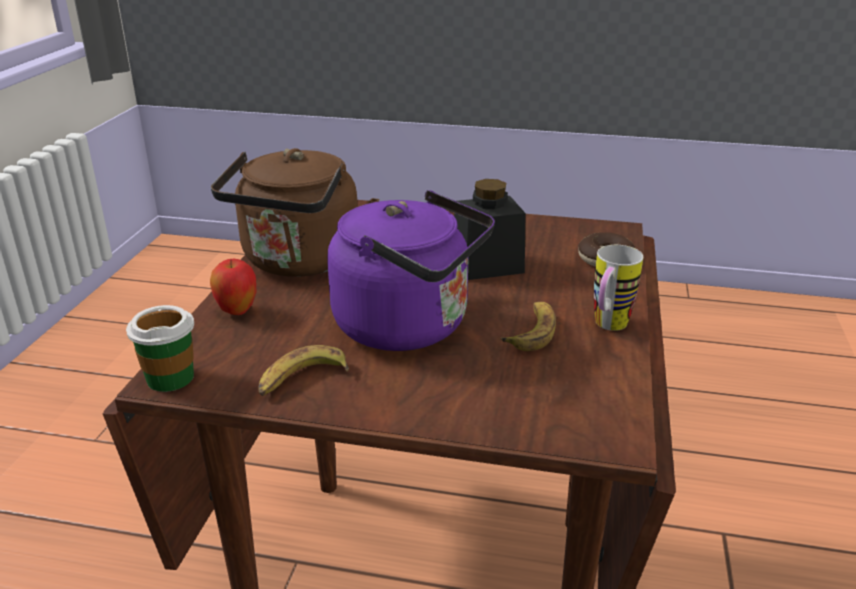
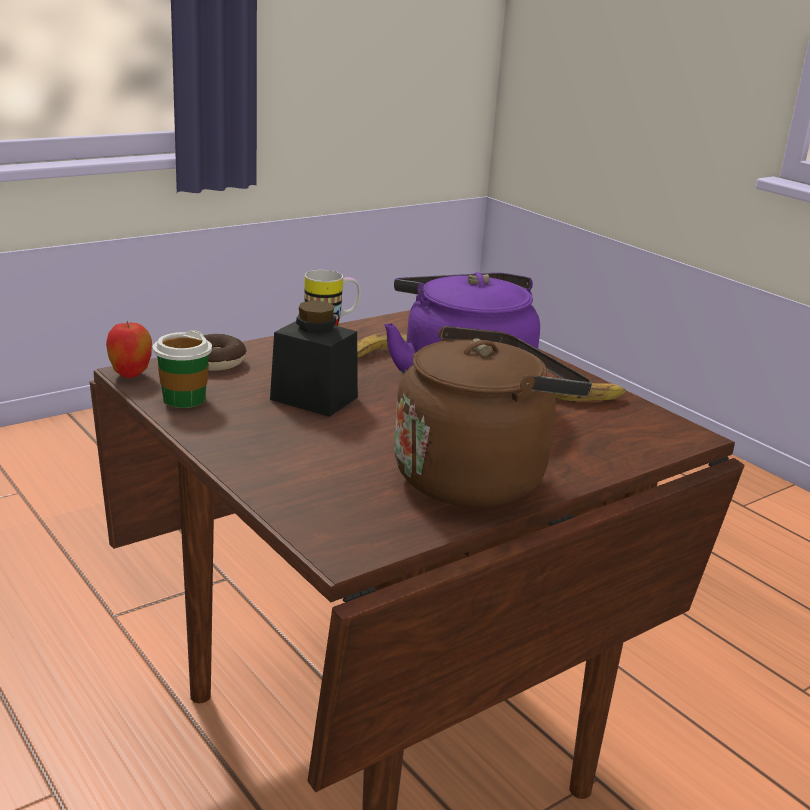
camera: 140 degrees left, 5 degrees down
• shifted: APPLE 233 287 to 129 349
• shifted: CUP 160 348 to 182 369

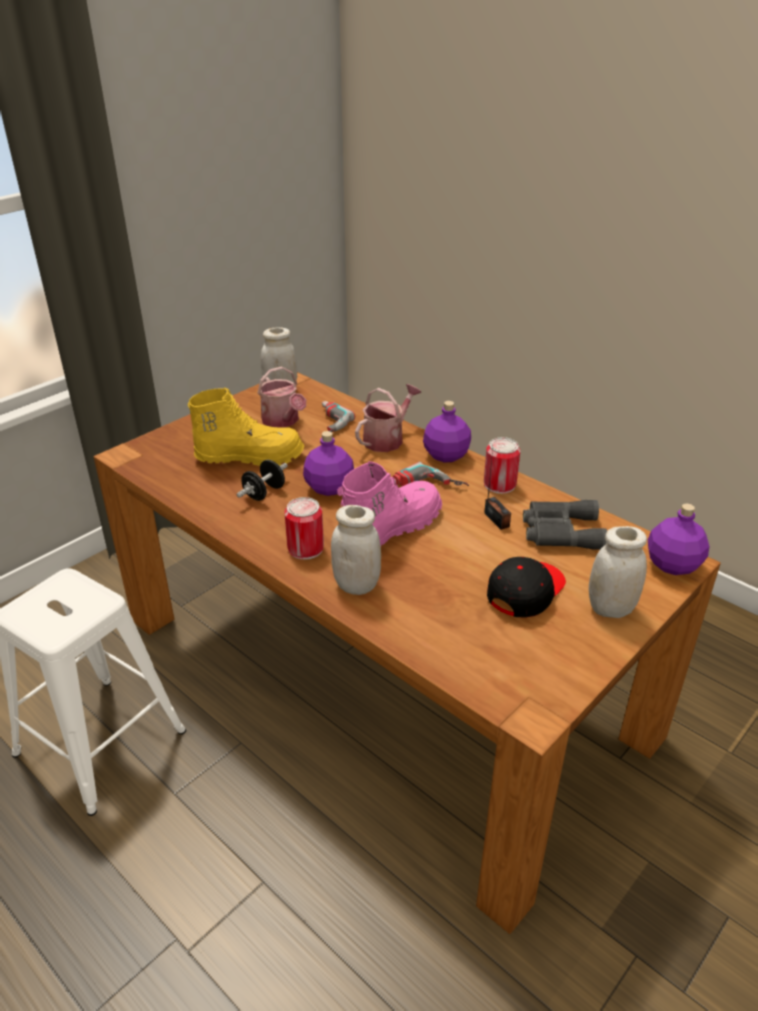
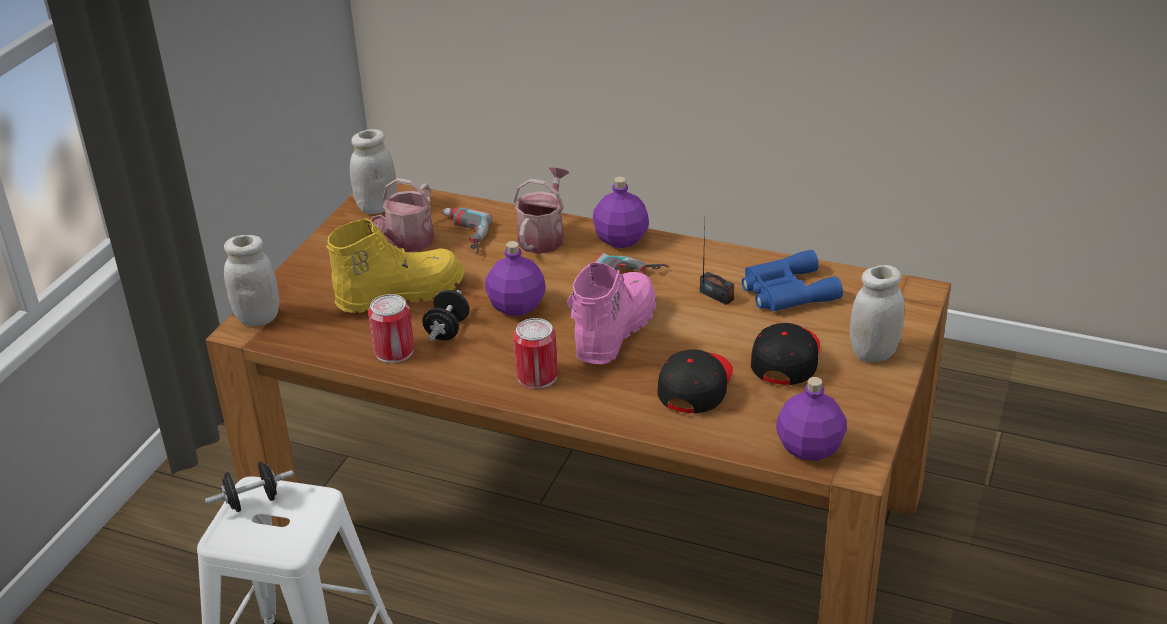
camera: 20 degrees left, 0 degrees up
• rotated: WATERING CAN 282 397 = 402 215 75 degrees clockwise
• shifted: CAN 502 465 to 391 328
• repainted: GREY BINOCULARS 565 525 to BLUE BINOCULARS 792 281
• shifted: PURPLE BOTTLE 678 539 to 811 419
• shifted: WHITE JAR 356 550 to 251 280
• new: BLACK CAP 695 381
• new: BLACK DUMBBELL 249 486

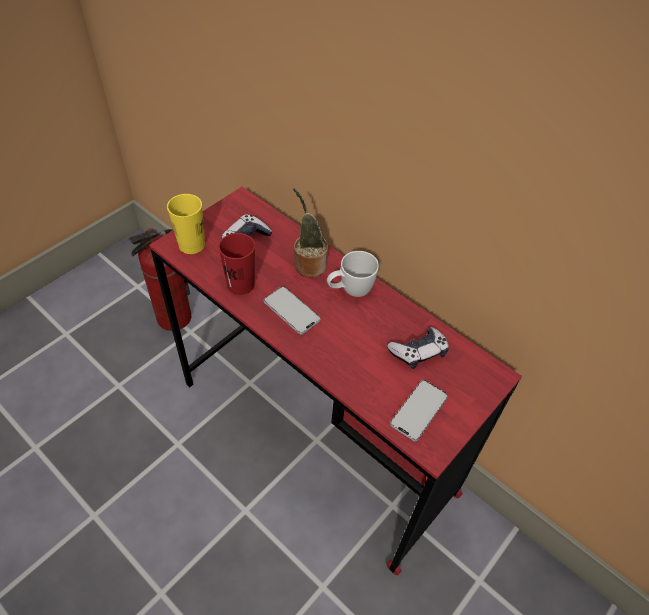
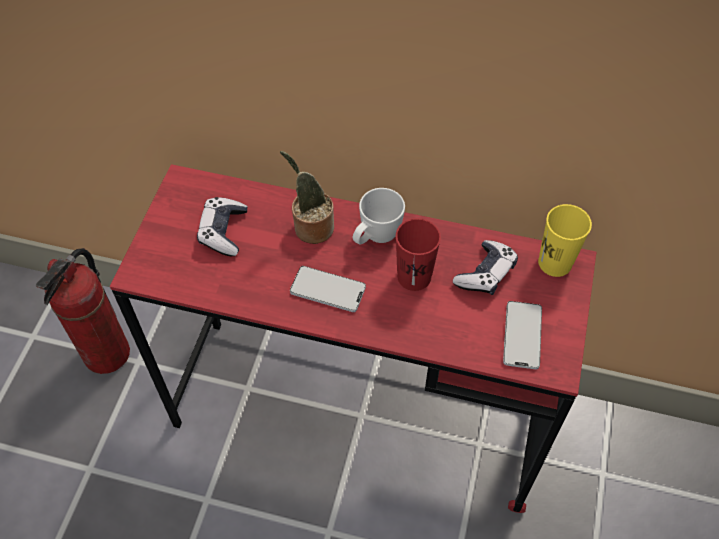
camera: 25 degrees left, 5 degrees up
• shifted: YELLOW CUP 186 224 to 565 240
• shifted: RED CUP 236 264 to 418 254

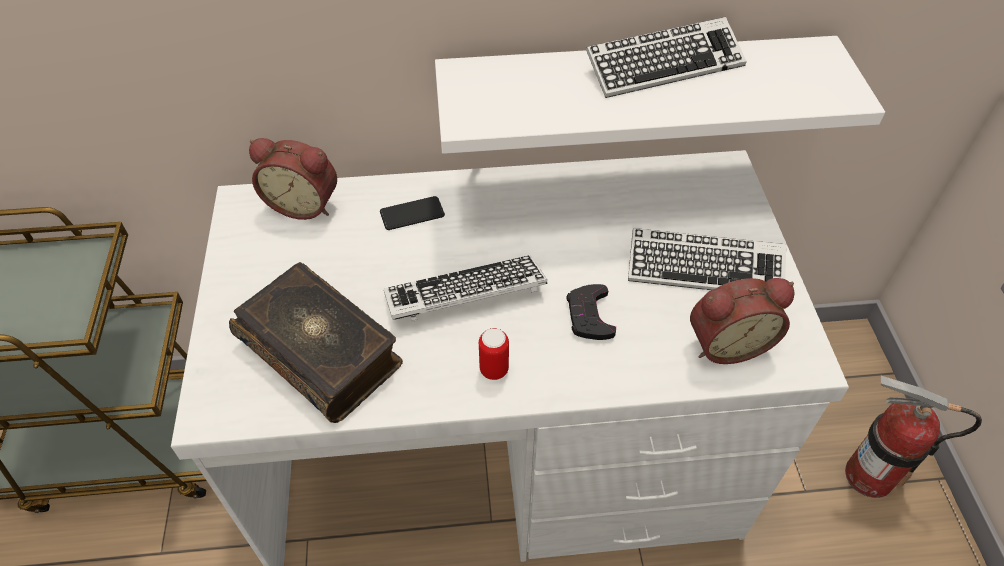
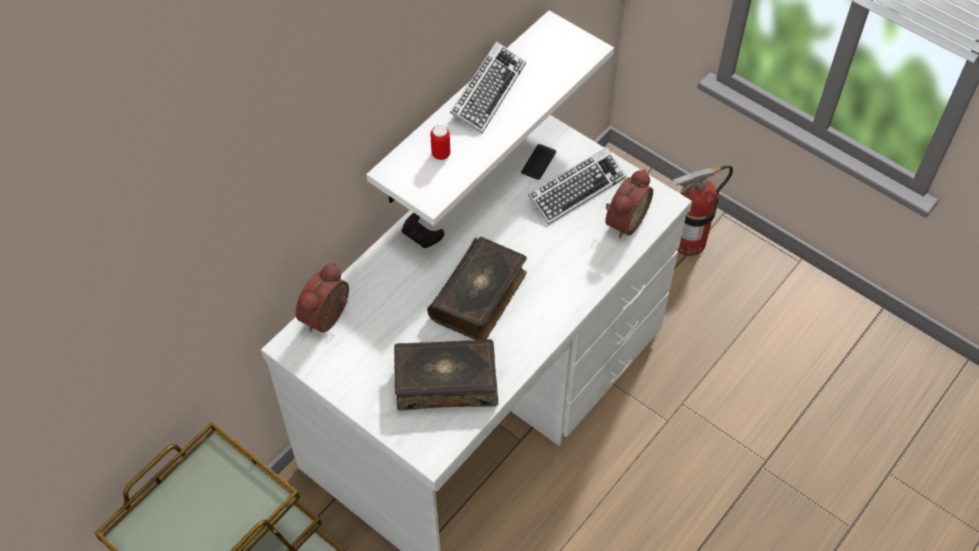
camera: 45 degrees left, 5 degrees up
• rotated: ALARM CLOCK 293 179 = 322 297 150 degrees clockwise
• shifted: PHONE 412 213 to 538 162
• swapped: KEYBOARD 466 288 to BOOK 477 288
• shifted: BLACK GAME CONTROLLER 591 312 to 423 230
• shifted: CAN 494 354 to 440 142

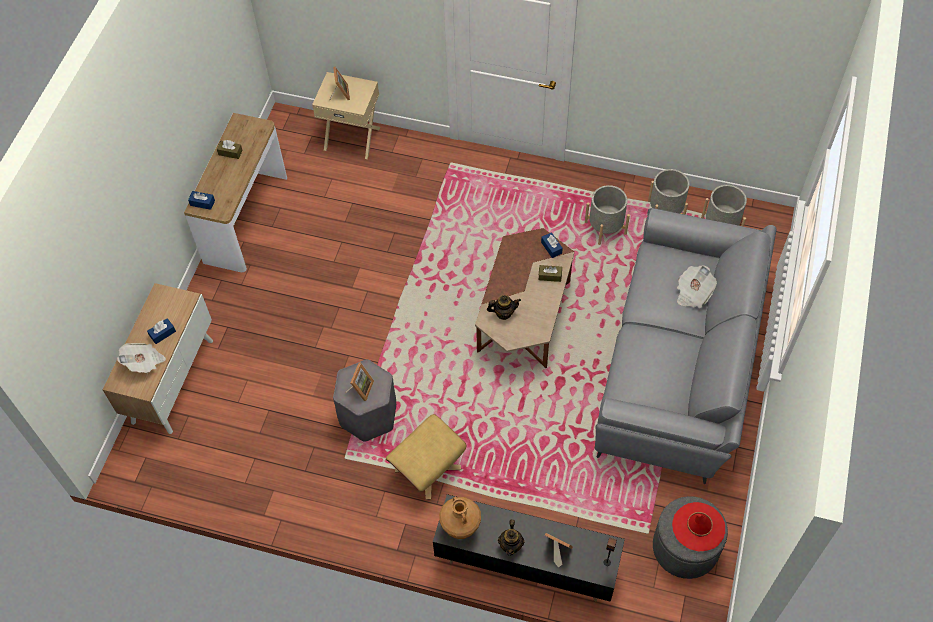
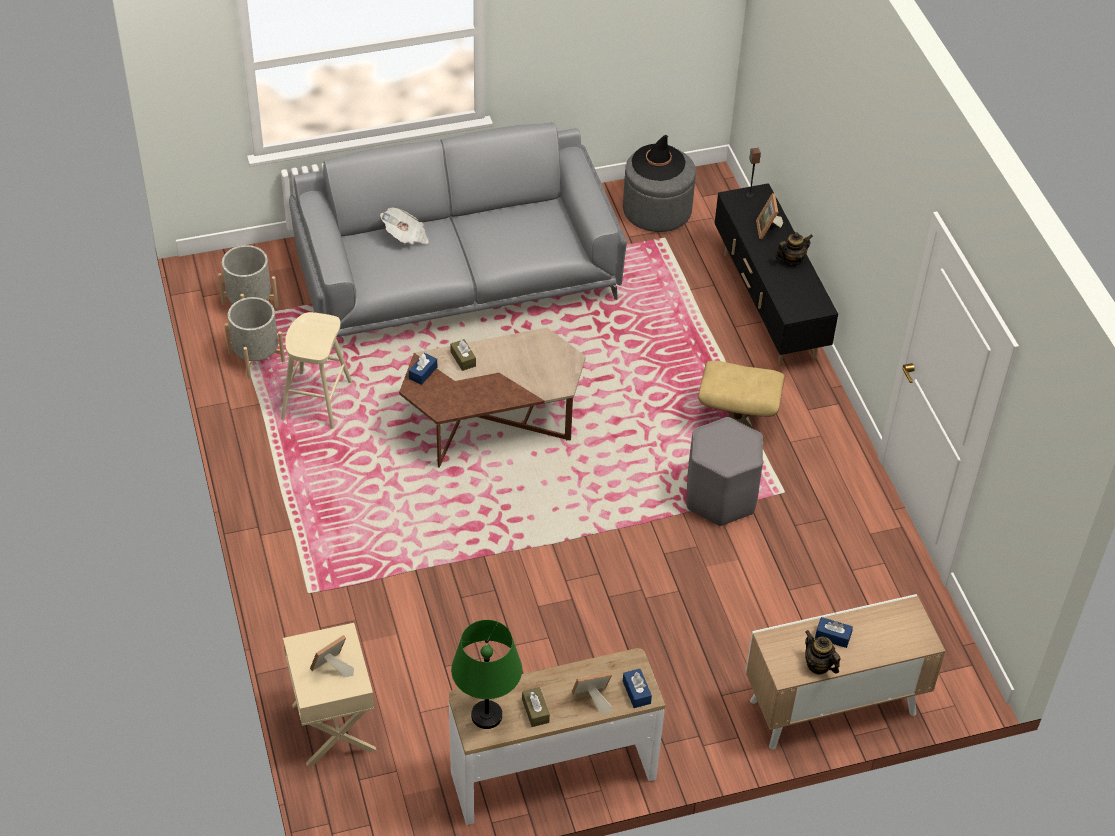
camera: 125 degrees left, 10 degrees down
• swapped: GREY PLANTER 607 215 to BEIGE STOOL 316 370
• shifted: TEAPOT 504 307 to 822 652
• gone: NEWSPAPER 141 358
• shifted: PICTURE FRAME 359 382 to 592 693
• gone: BROWN VASE 460 518
• repainted: RED HAT 698 526 to BLACK HAT 658 158
• new: GREEN TABLE LAMP 486 674

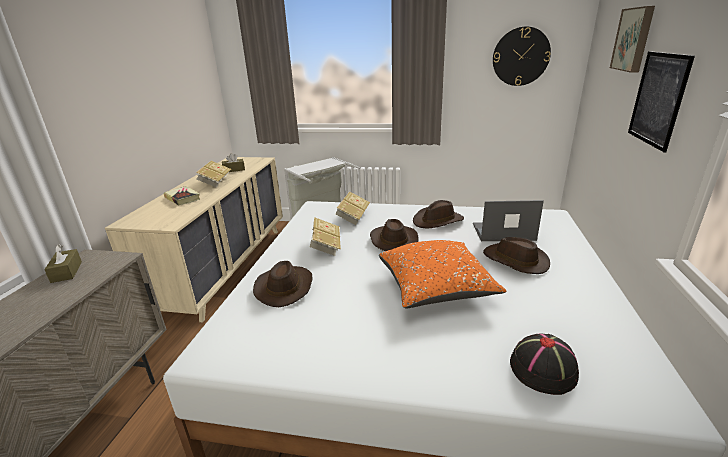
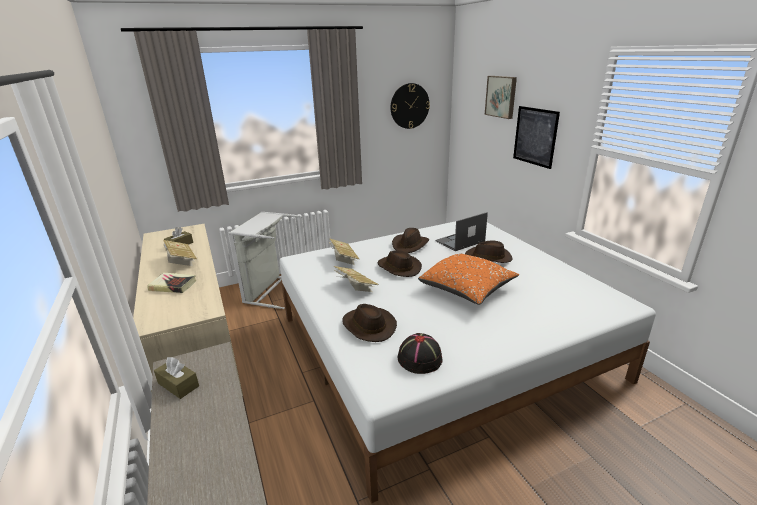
camera: 35 degrees left, 0 degrees up
• shifted: BLACK HAT 544 364 to 420 353

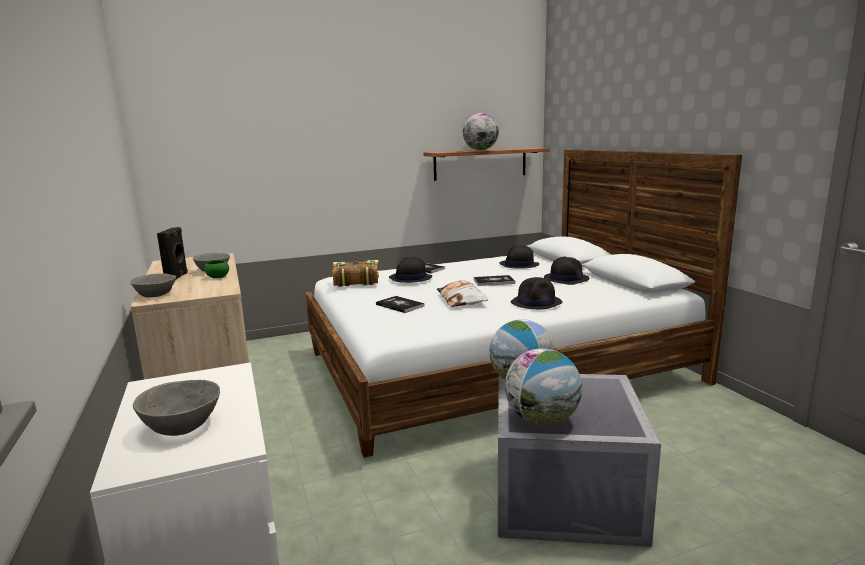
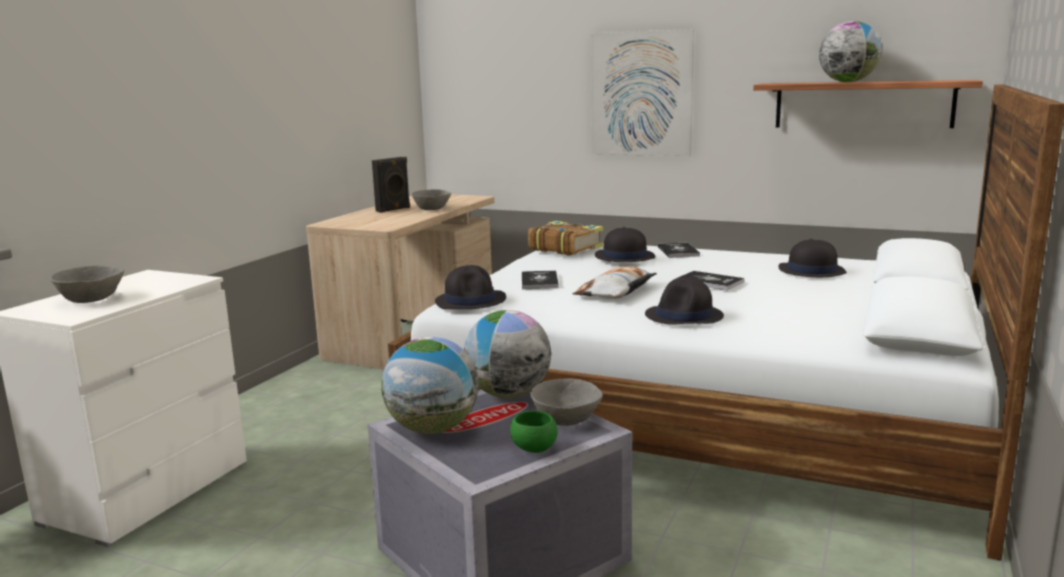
camera: 45 degrees right, 0 degrees up
• shifted: BLACK HAT 566 271 to 470 287
• shifted: GREEN BOWL 216 269 to 534 432
• shifted: GREY BOWL 153 286 to 567 402
• new: PICTURE 642 92

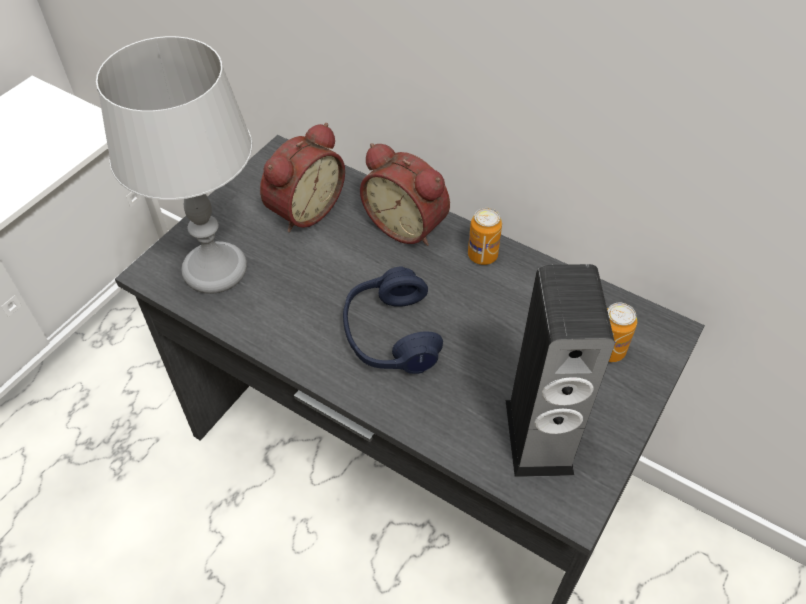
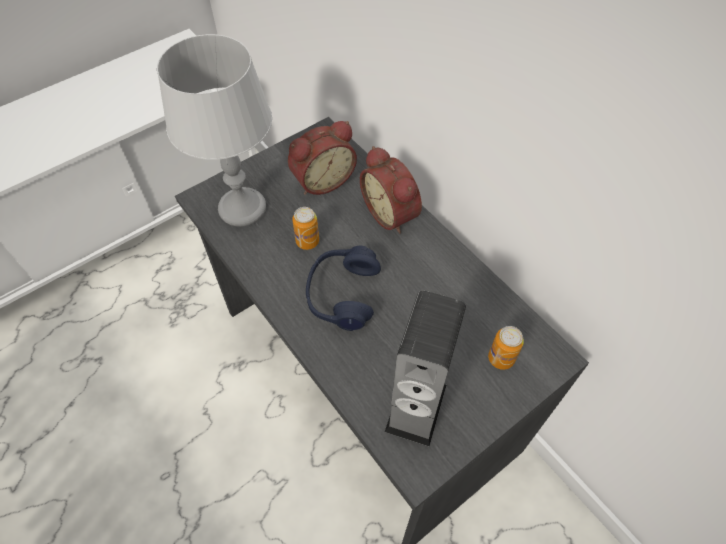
camera: 20 degrees right, 5 degrees up
• shifted: CAN 485 236 to 305 228

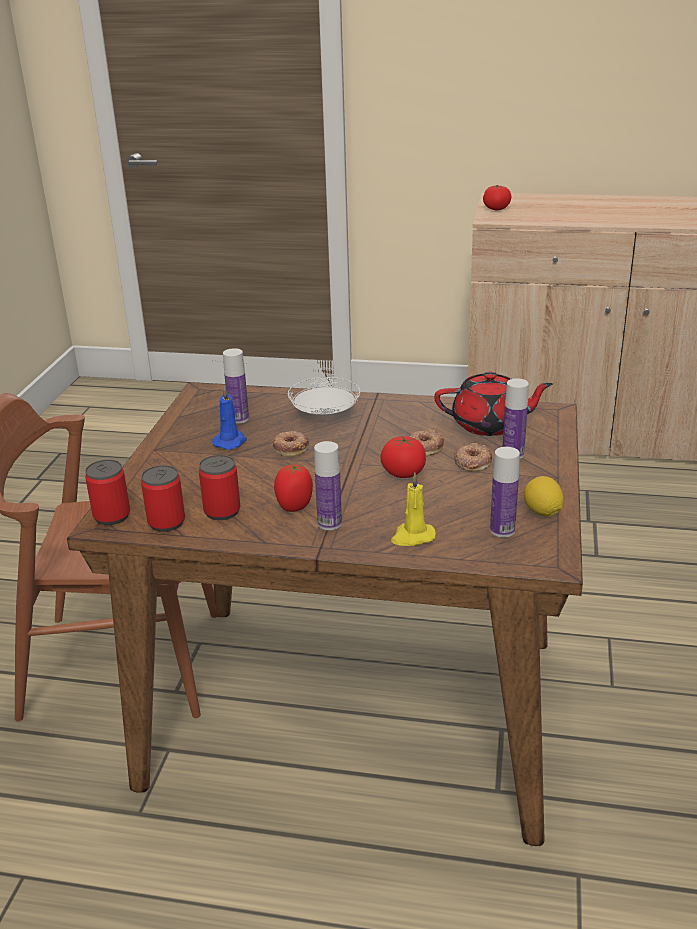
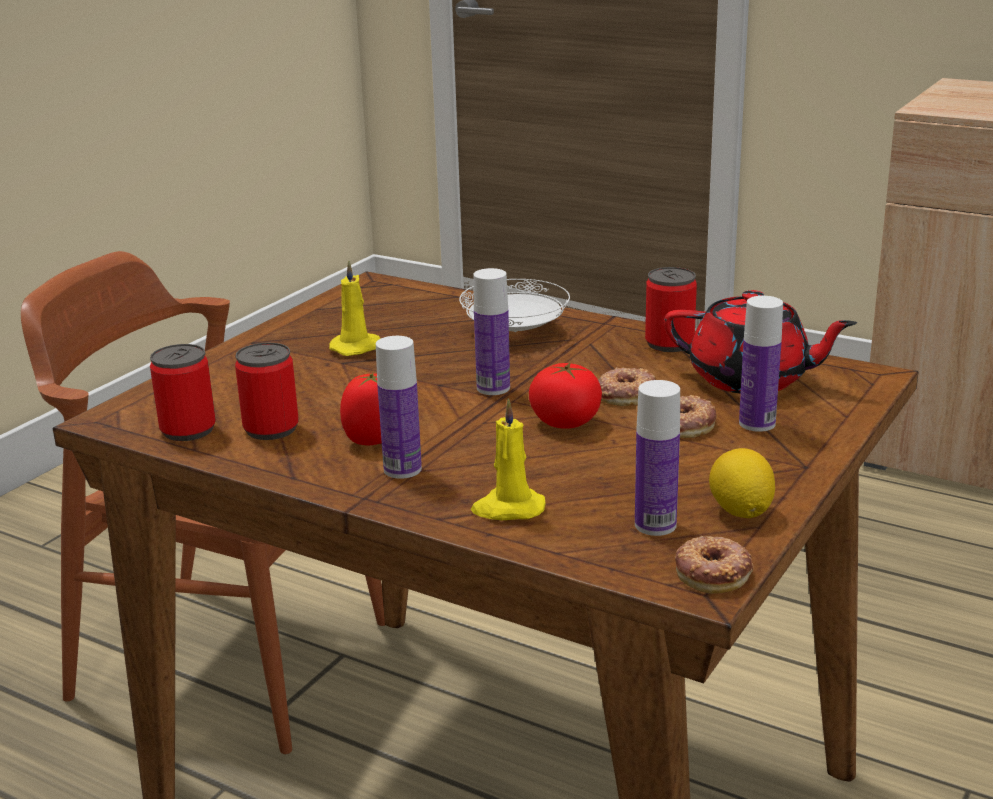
camera: 20 degrees right, 5 degrees down
• gone: TOMATO 497 197
• shifted: BOTTLE 236 386 to 491 331
• repainted: BLUE CANDLE 229 418 to YELLOW CANDLE 355 308
• shifted: DONUT 290 444 to 714 565
• shifted: CAN 107 492 to 671 309

